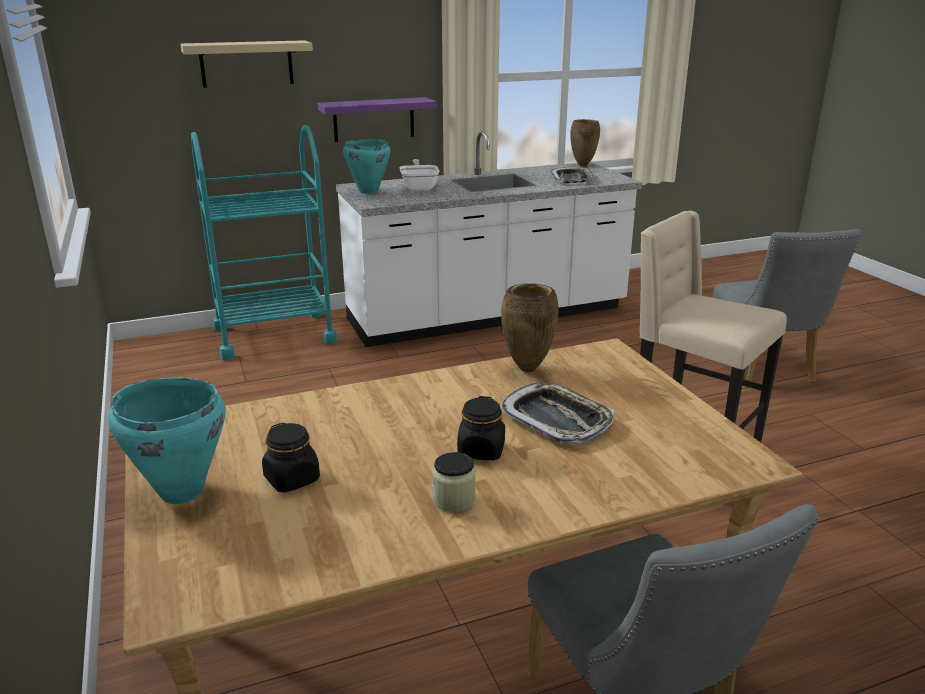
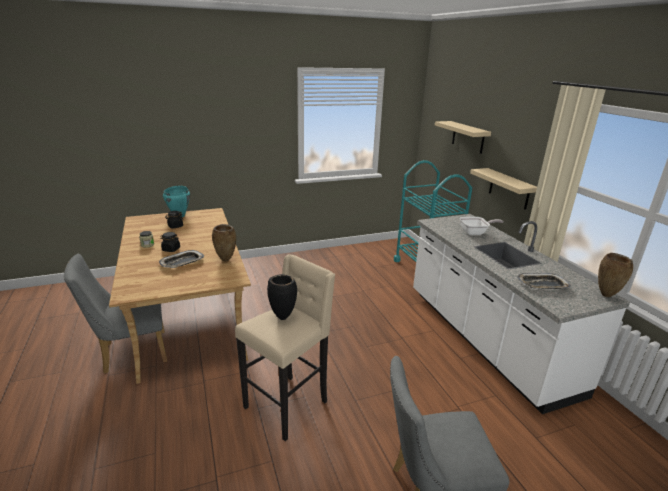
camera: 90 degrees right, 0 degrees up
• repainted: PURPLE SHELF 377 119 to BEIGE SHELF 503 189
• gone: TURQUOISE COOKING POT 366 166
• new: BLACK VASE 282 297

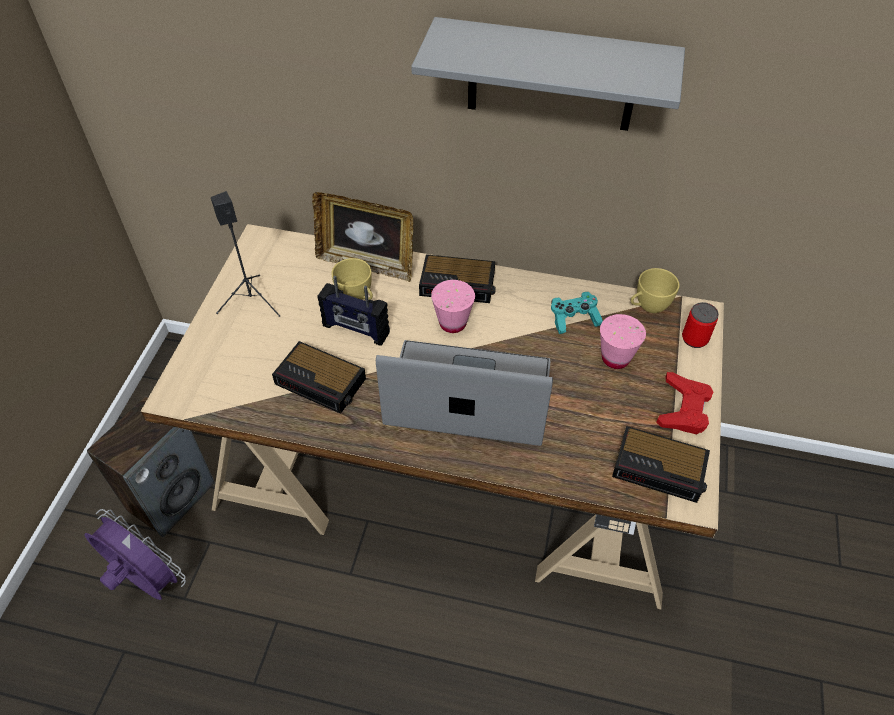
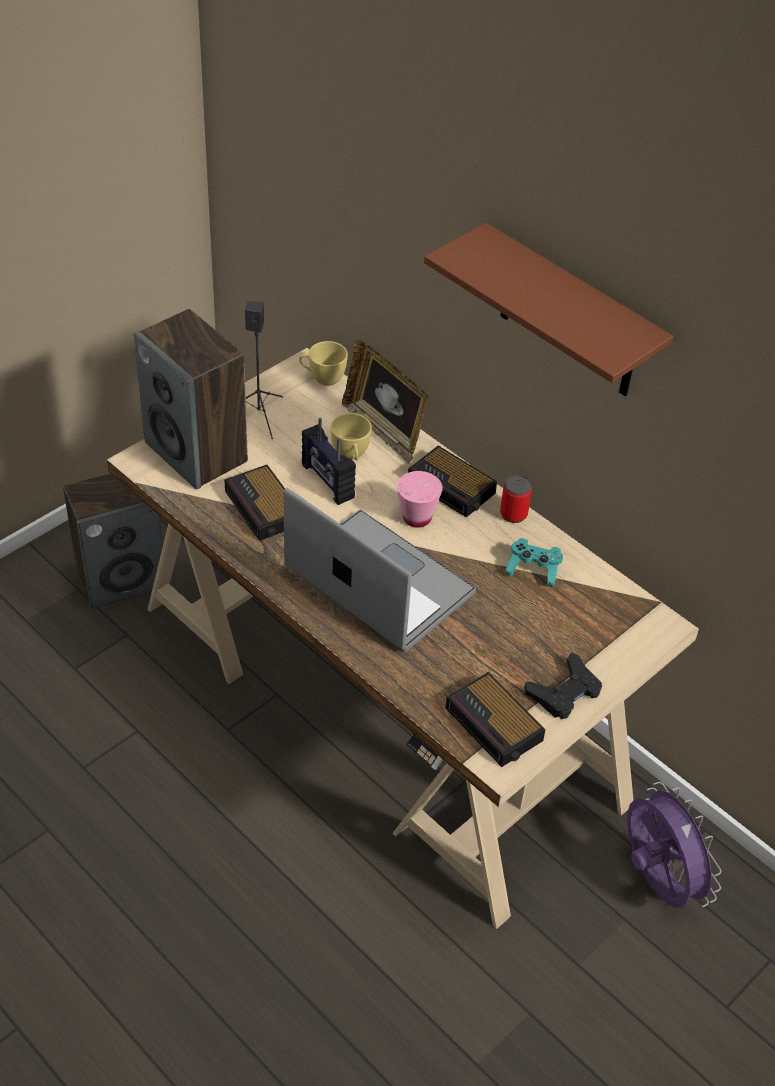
camera: 30 degrees right, 5 degrees down
• repainted: GREY SHELF 548 74 to BROWN SHELF 548 309
• shifted: YELLOW CUP 655 290 to 323 363
• shifted: CAN 700 325 to 516 499
• gone: PINK CUP 623 341
• repainted: RED GAME CONTROLLER 685 403 to BLACK GAME CONTROLLER 563 685
• shifted: PURPLE FAN 135 554 to 674 845
• new: SPEAKER 191 399

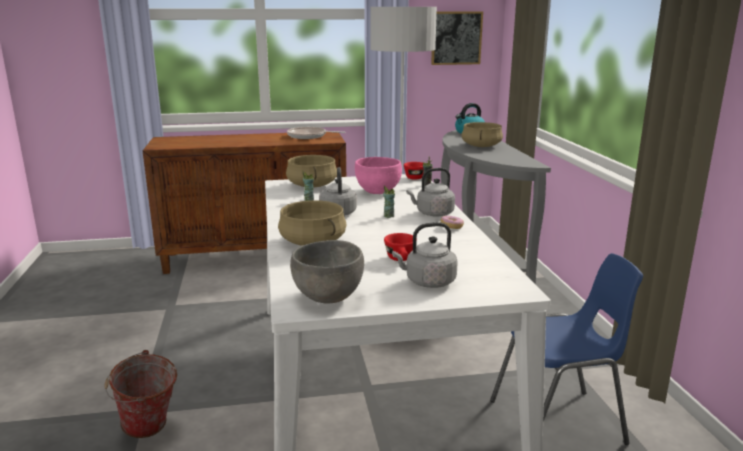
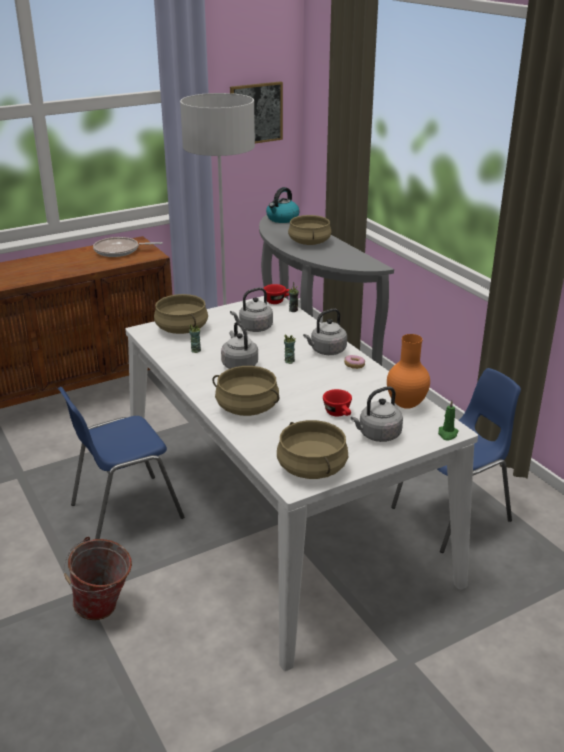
camera: 20 degrees left, 10 degrees up
• swapped: PINK BOWL 378 175 to GREY KETTLE 251 310
• swapped: GREY BOWL 327 272 to BEIGE COOKING POT 312 449
• new: ORANGE VASE 408 371
• new: BLUE CHAIR 121 463
• new: GREEN CANDLE 448 421

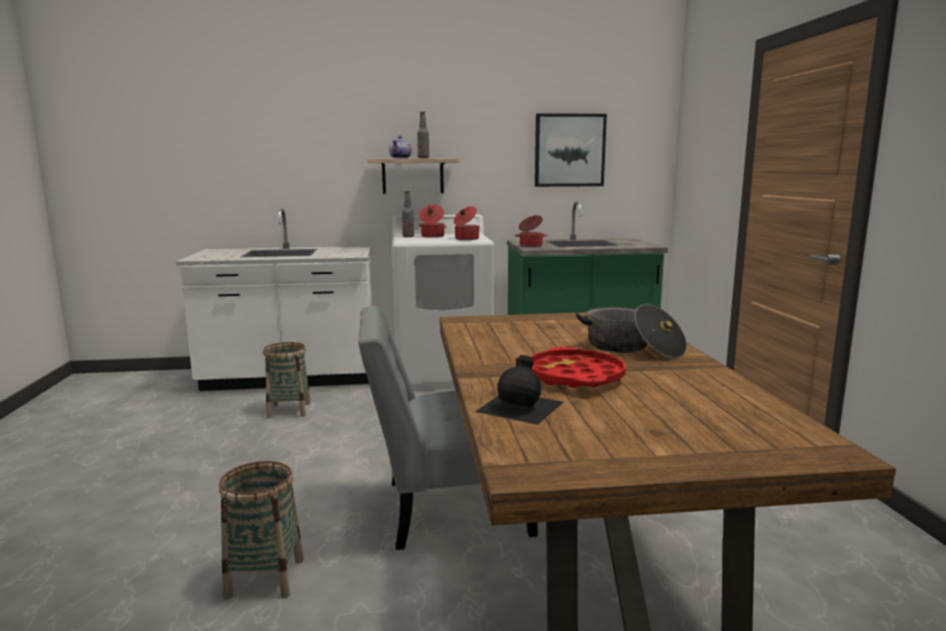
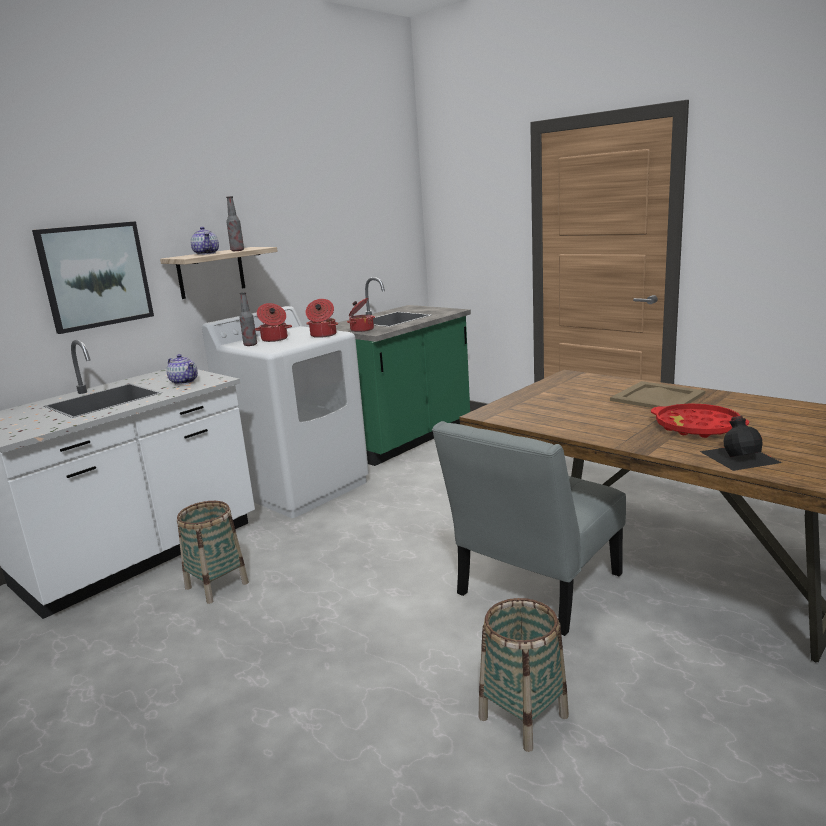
camera: 40 degrees left, 5 degrees up
• shifted: PICTURE 571 150 to 93 277
• swapped: COOKING POT 631 331 to BEIGE TRAY 657 394
• new: TEAPOT 182 369

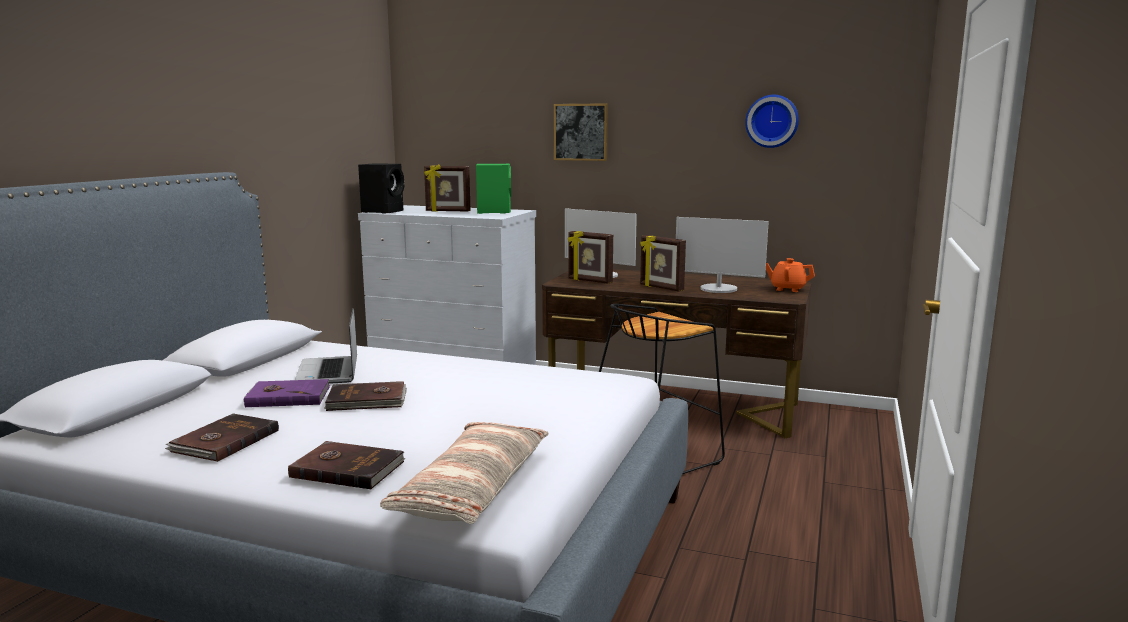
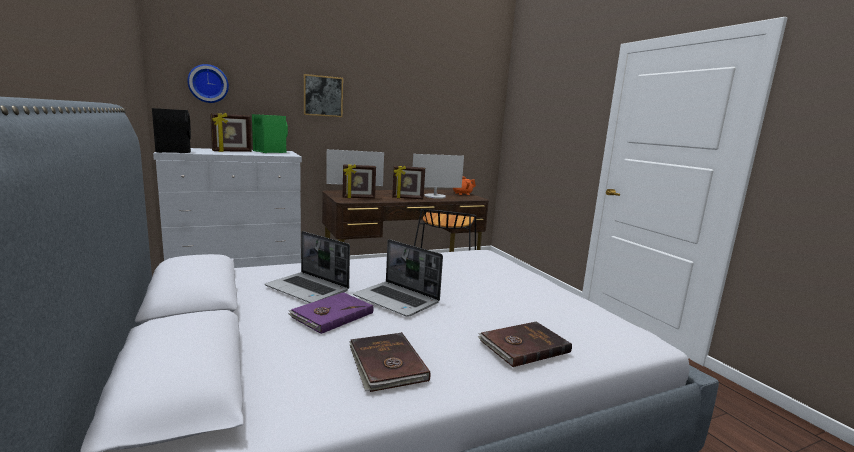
camera: 45 degrees left, 0 degrees up
• shifted: WALL CLOCK 772 121 to 208 83
• swapped: BROWN BOOK 365 396 to LAPTOP 398 278
• gone: PILLOW 464 473

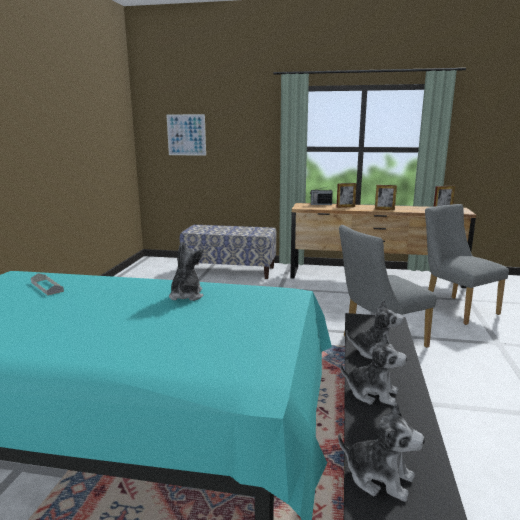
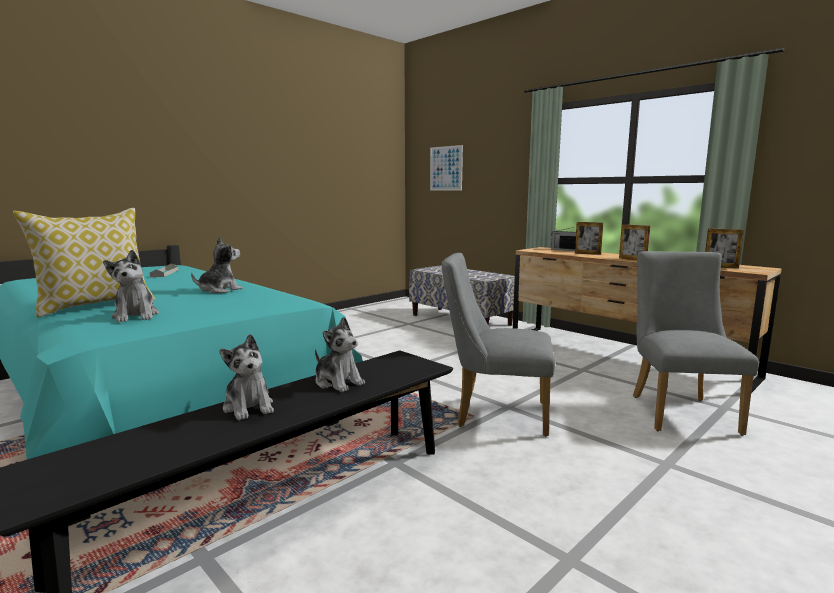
camera: 35 degrees right, 5 degrees down
• shifted: PLUSH TOY 381 452 to 131 286
• new: PILLOW 84 262

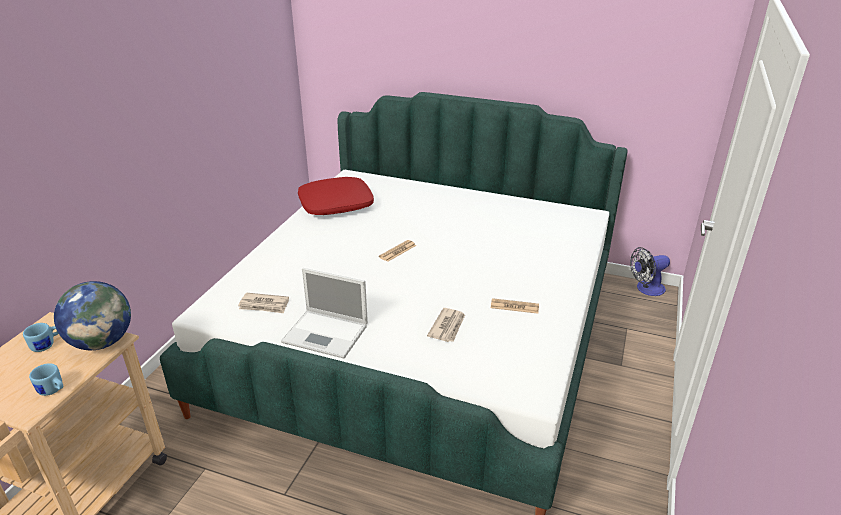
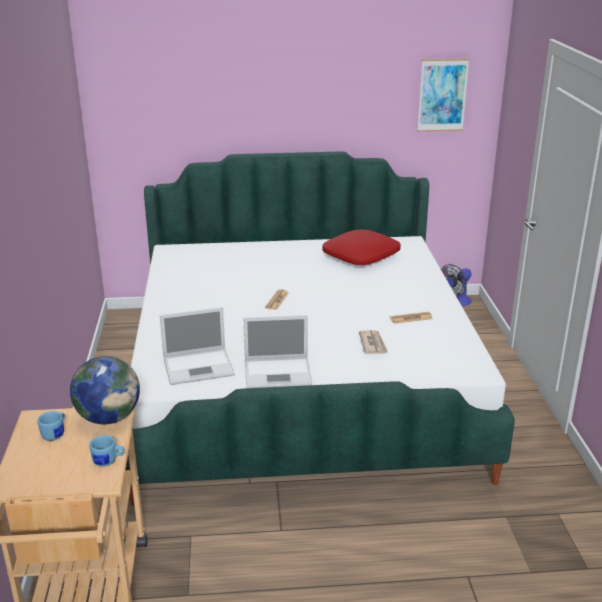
camera: 25 degrees left, 5 degrees down
• shifted: RED PILLOW 336 196 to 361 247
• swapped: NEWSPAPER 263 303 to LAPTOP 197 346
• new: PICTURE 443 95

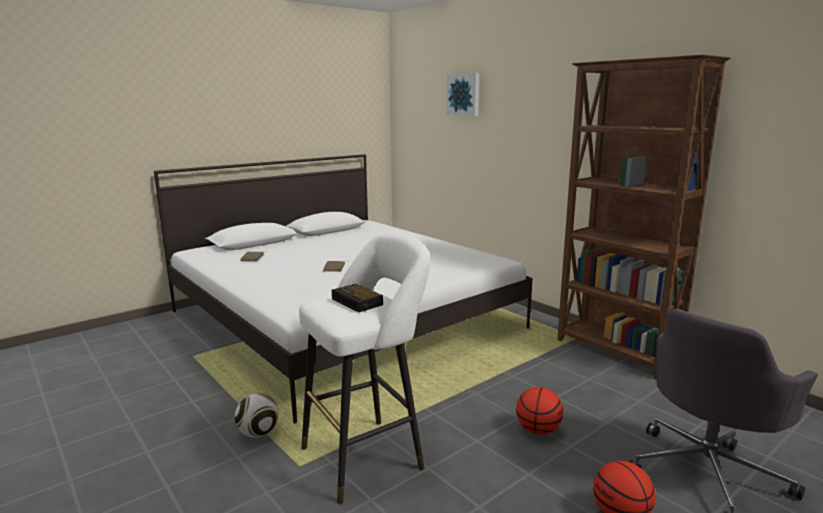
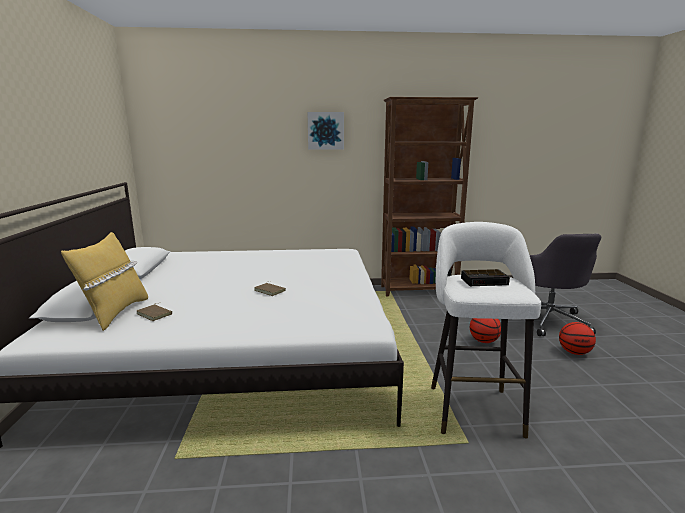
camera: 55 degrees left, 0 degrees up
• shifted: PICTURE 463 94 to 325 131
• gone: FOOTBALL 257 416
• new: YELLOW PILLOW 104 281

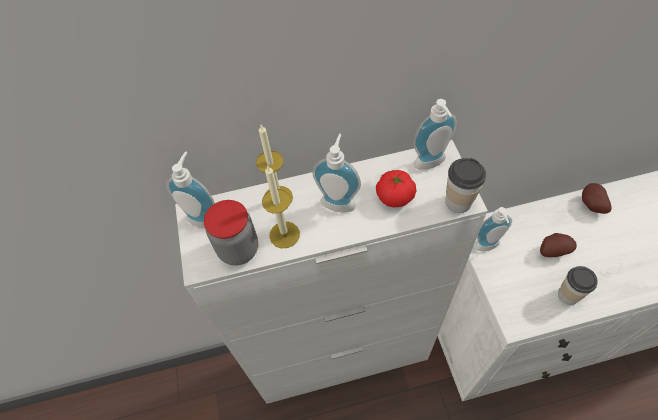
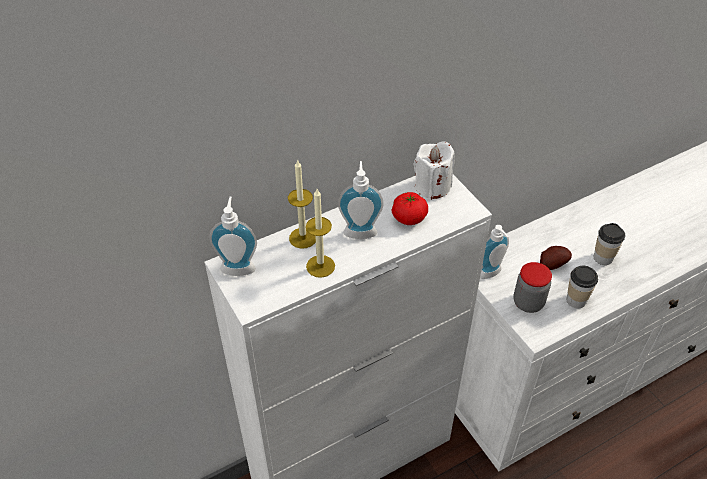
camera: 20 degrees left, 10 degrees down
• swapped: SOAP DISPENSER 435 134 to WHITE CANDLE 434 170
• shifted: CUP 465 185 to 609 244
• gone: POTATO 596 198
• shifted: JAR 231 232 to 532 287

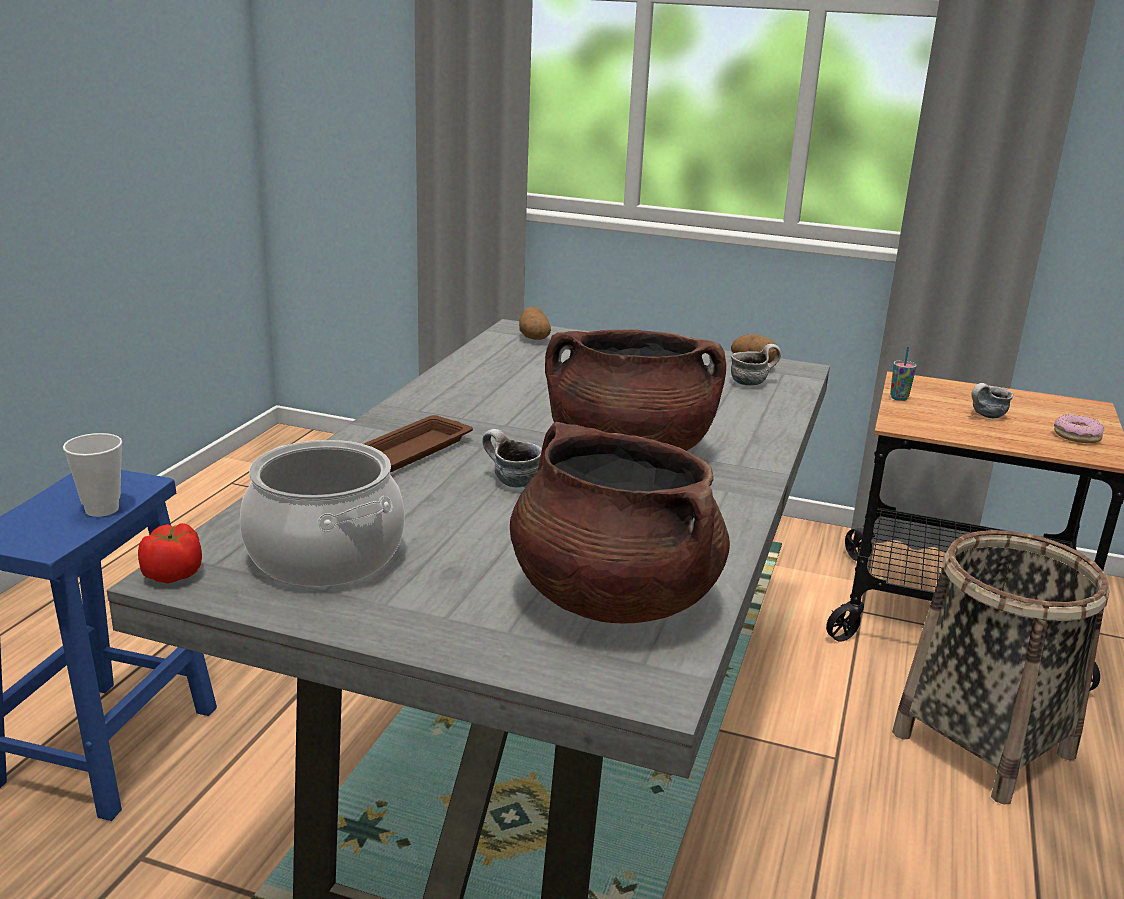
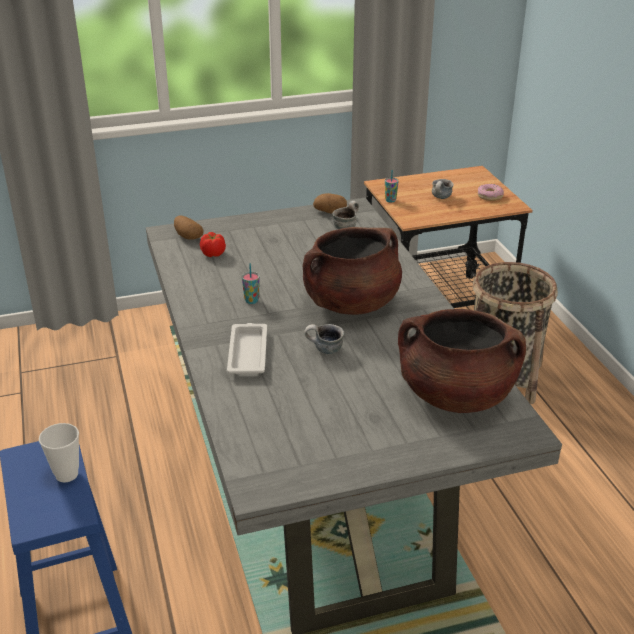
camera: 35 degrees left, 10 degrees up
• repainted: BROWN TRAY 418 443 to WHITE TRAY 247 348
• gone: COOKING POT 322 513
• shifted: TOMATO 170 553 to 213 244
• new: CUP 251 283

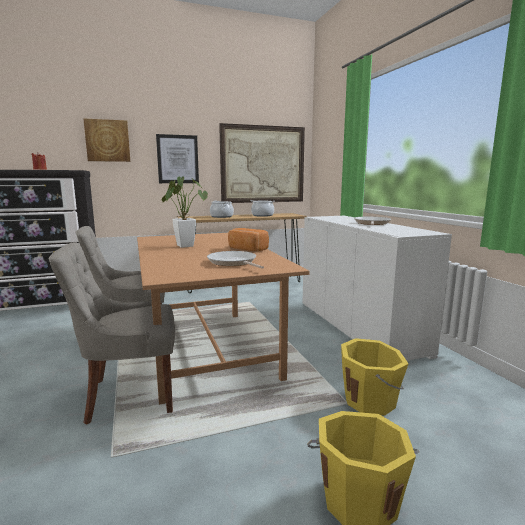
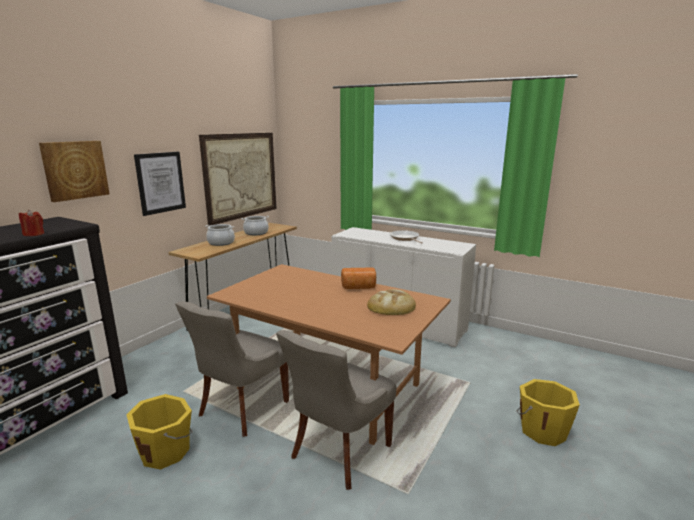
camera: 40 degrees left, 5 degrees up
• gone: POTTED PLANT 185 212
• swapped: FRYING PAN 235 260 to BREAD 391 302
• shifted: YELLOW BUCKET 375 376 to 159 432

